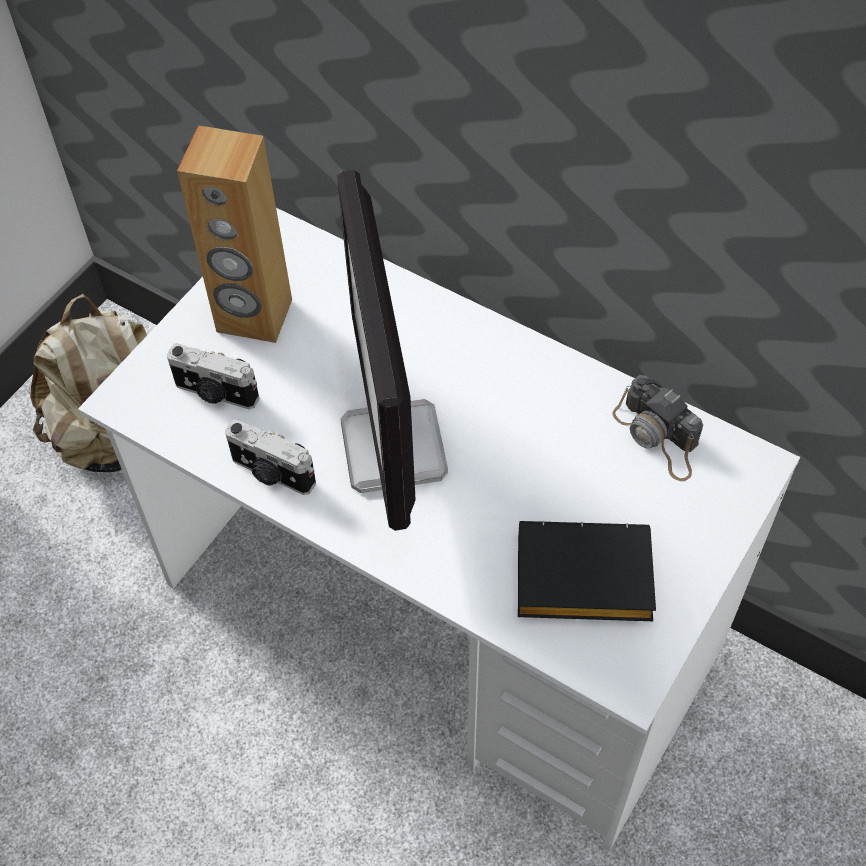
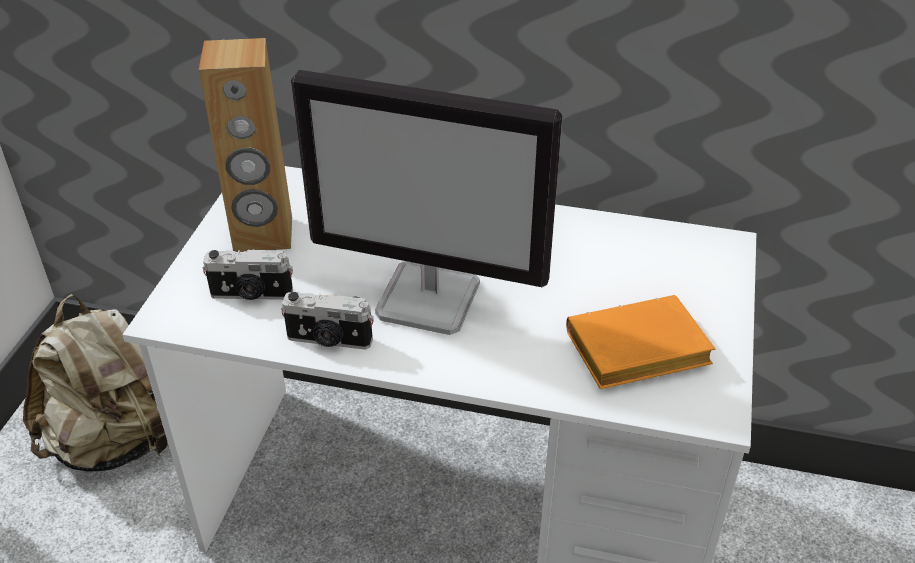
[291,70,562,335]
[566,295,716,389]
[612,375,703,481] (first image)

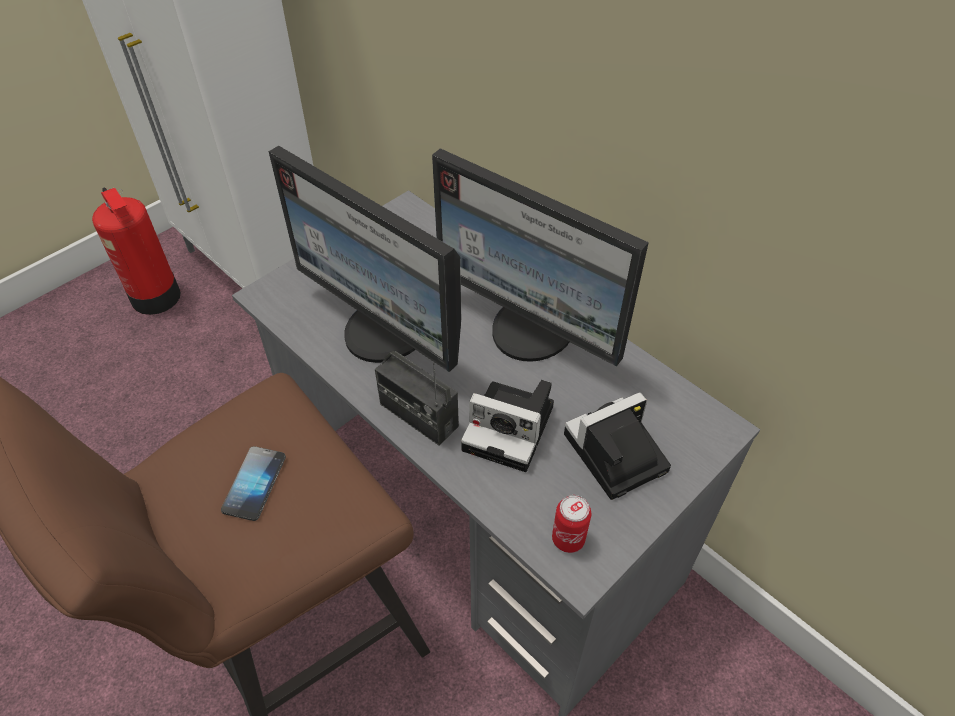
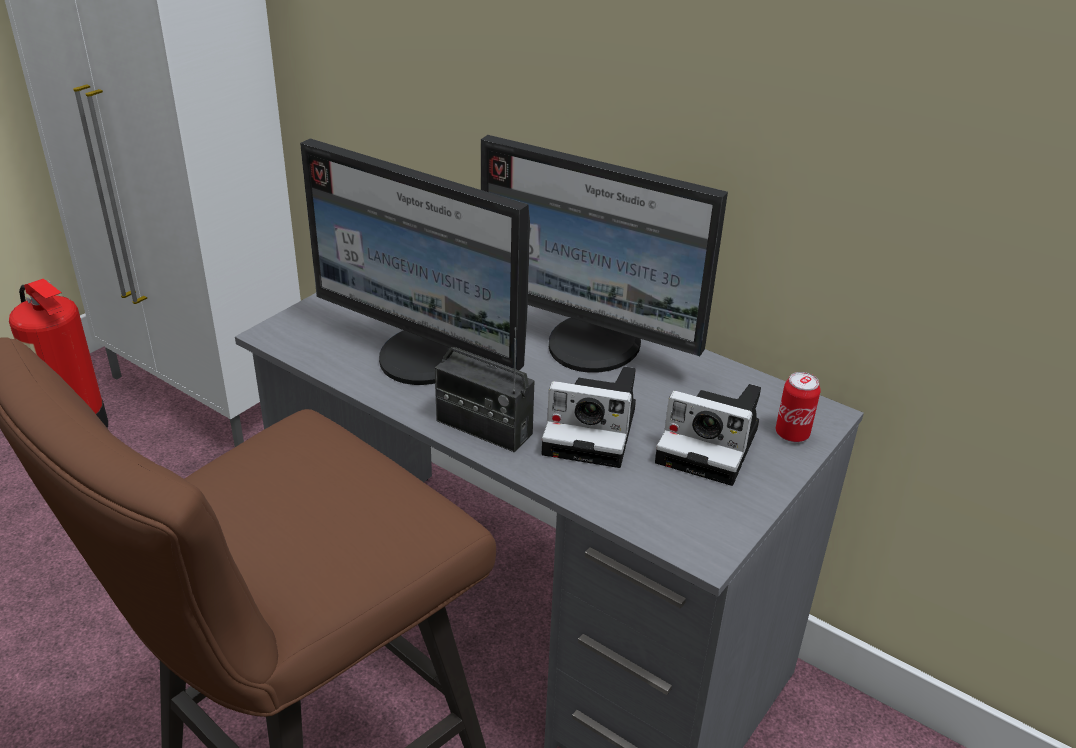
[221,446,286,521] (first image)
[775,372,820,442]
[655,384,761,486]

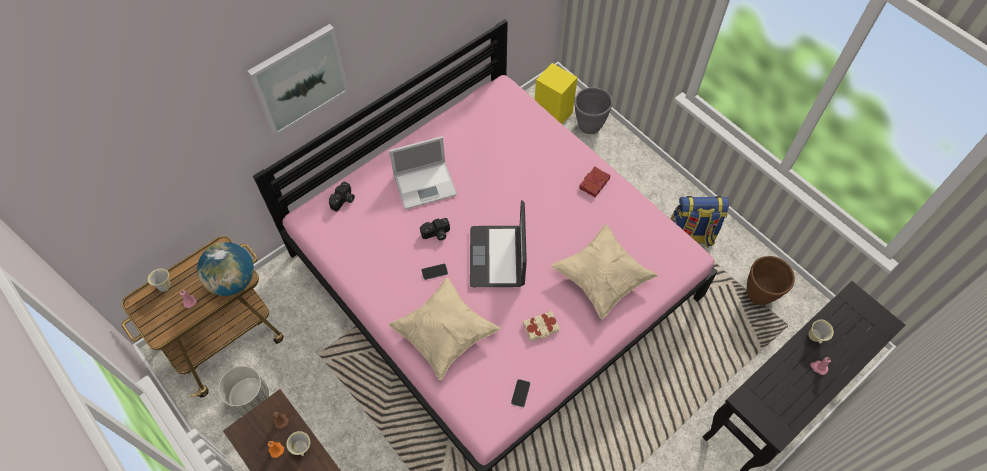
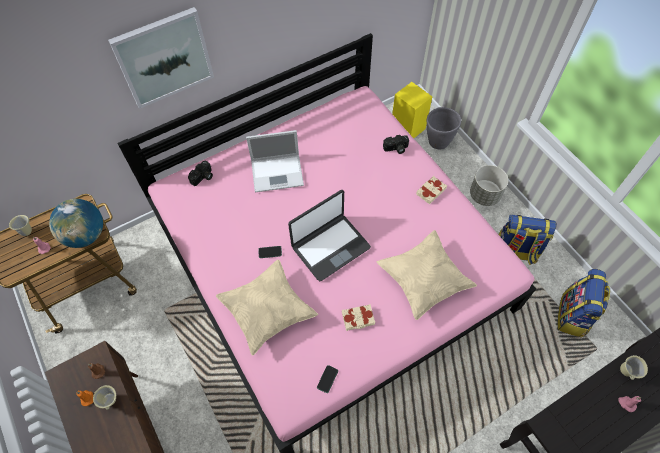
[470,165,508,206]
[383,135,409,154]
[288,190,371,281]
[416,176,447,204]
[558,269,610,337]

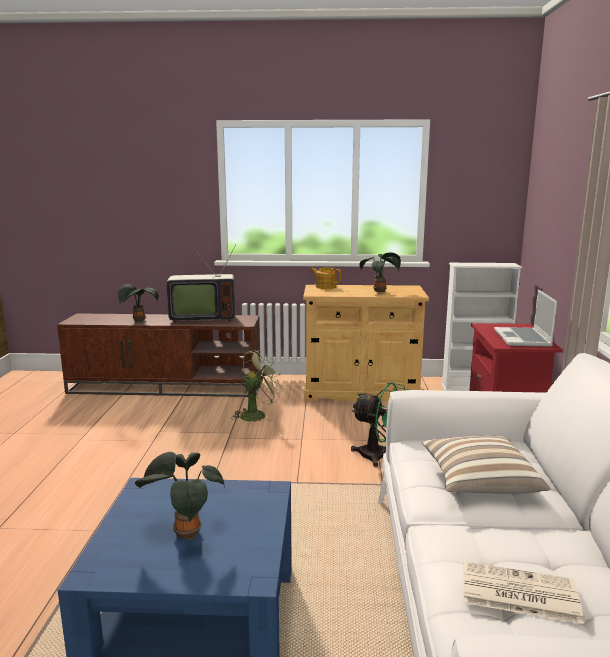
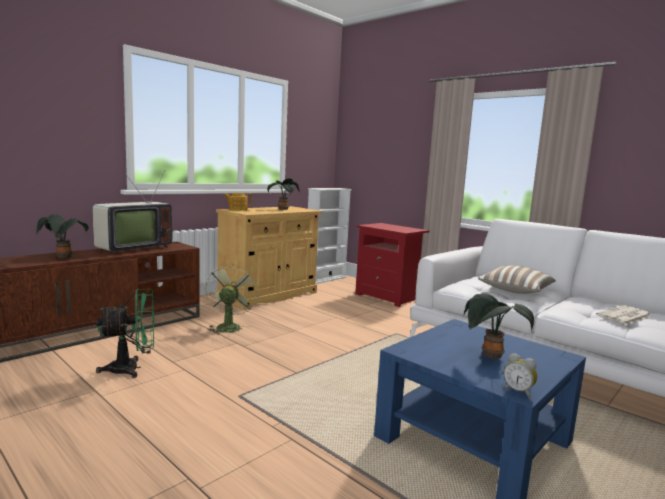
[96,289,154,378]
[494,289,557,347] (first image)
[504,353,537,398]

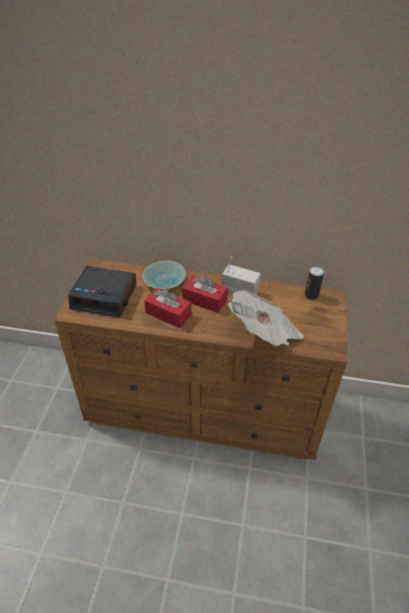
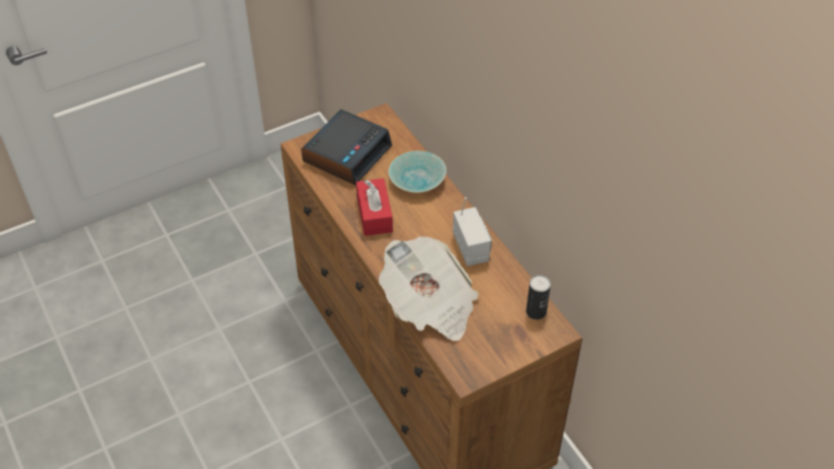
[301,109,392,185]
[182,275,228,313] (first image)

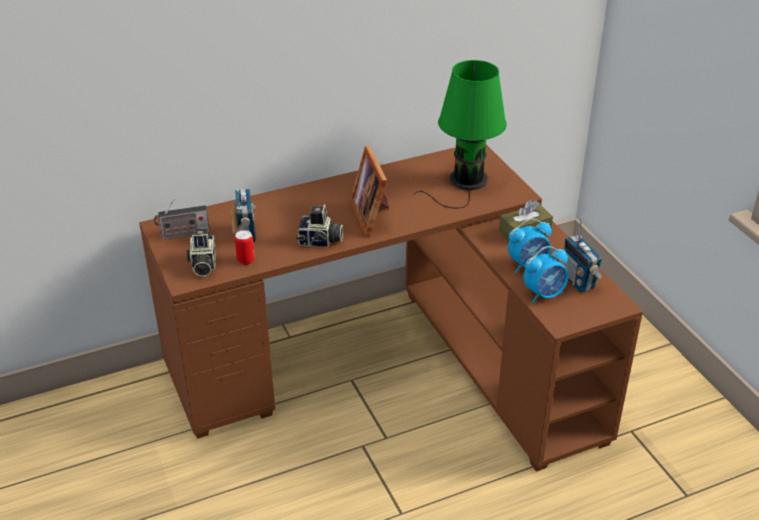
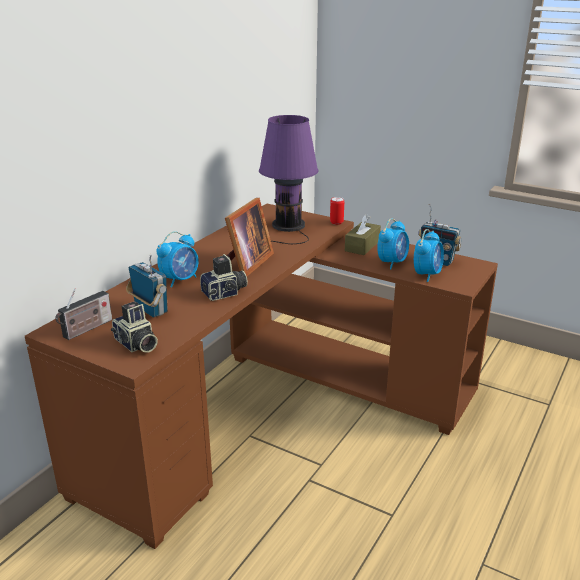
[330,197,344,225]
[225,198,274,276]
[259,115,319,244]
[157,231,199,287]

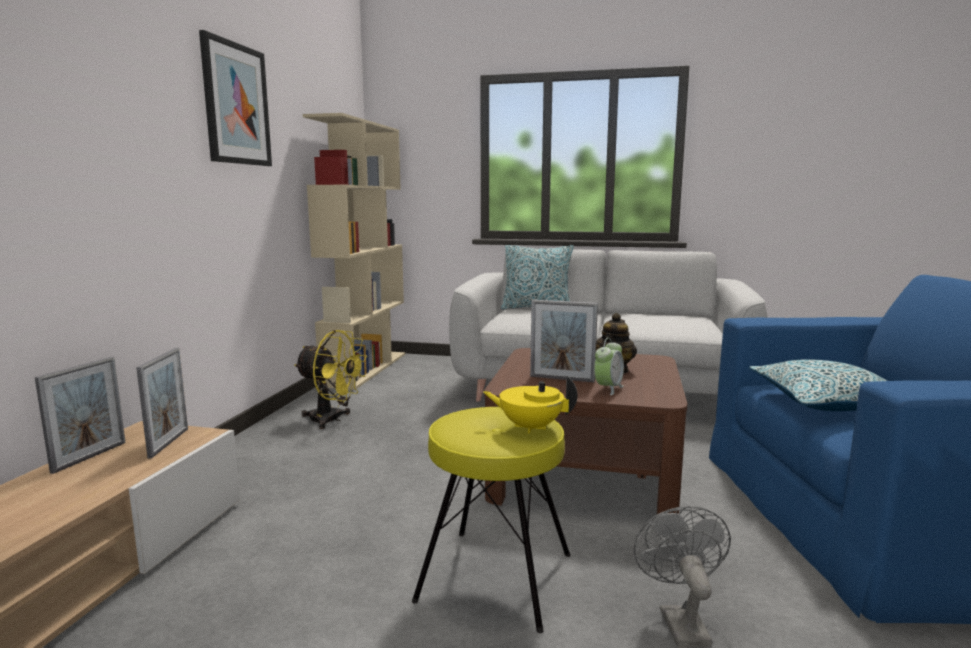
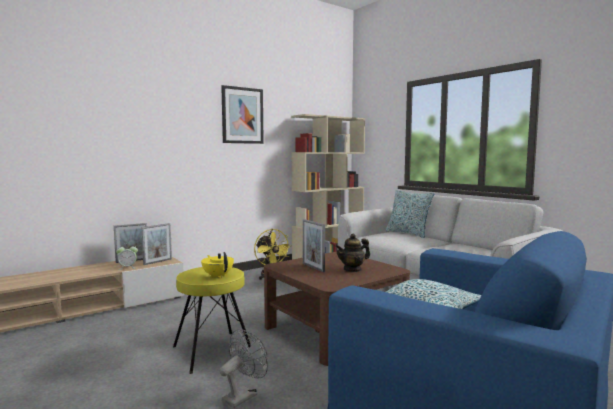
[116,244,138,270]

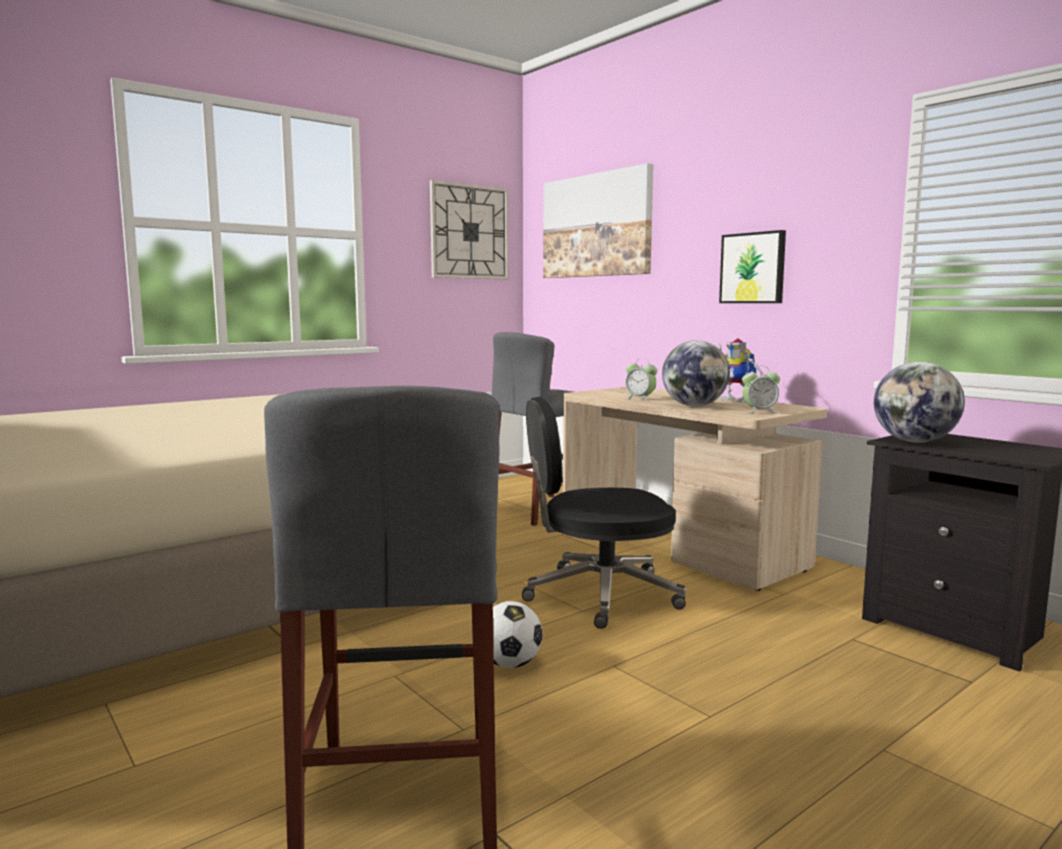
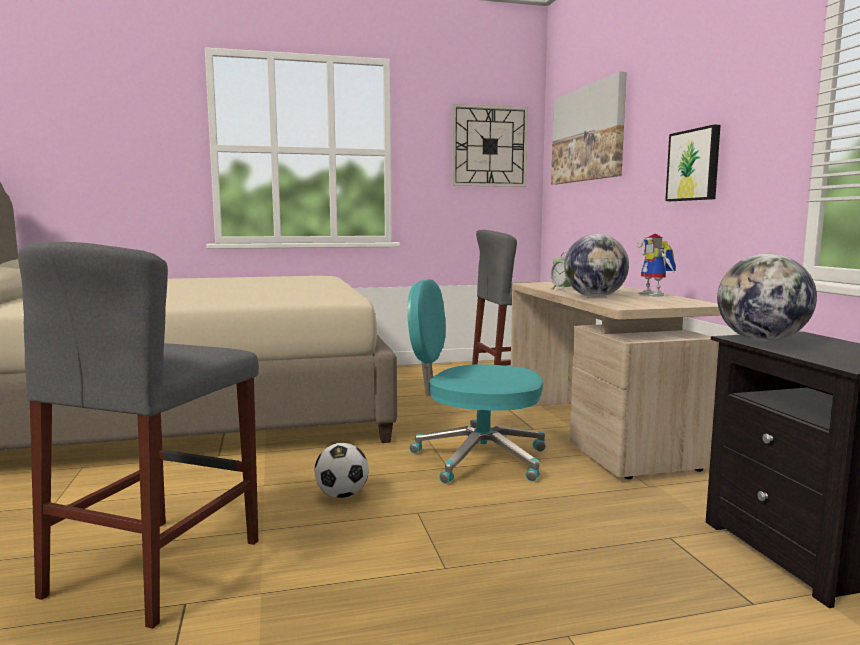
[407,279,545,484]
[742,366,780,414] (first image)

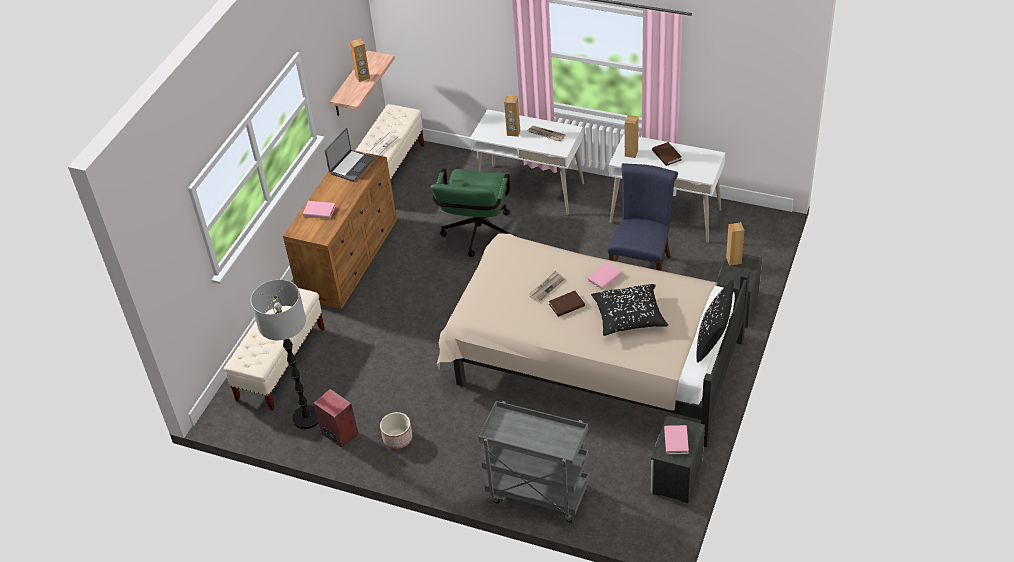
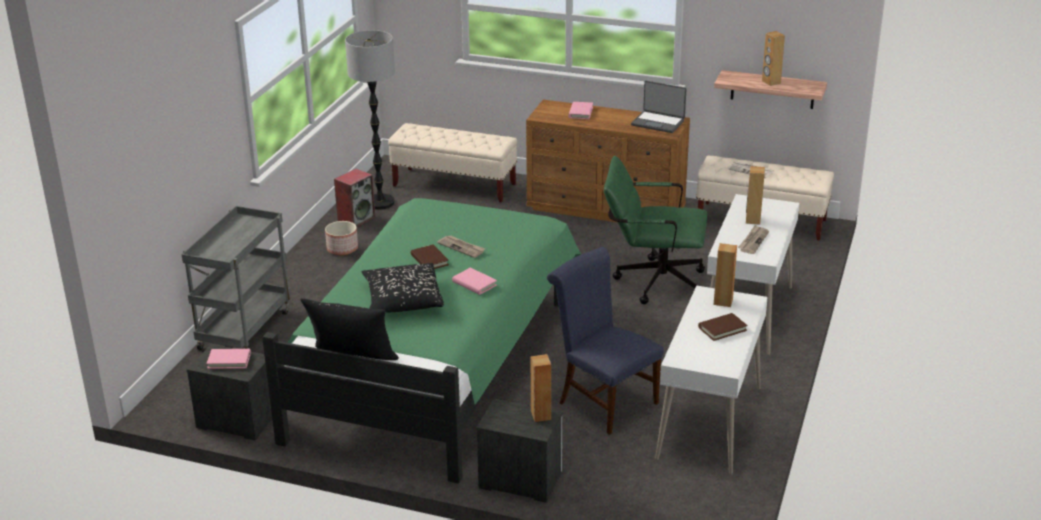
[262,198,581,484]
[547,247,664,435]

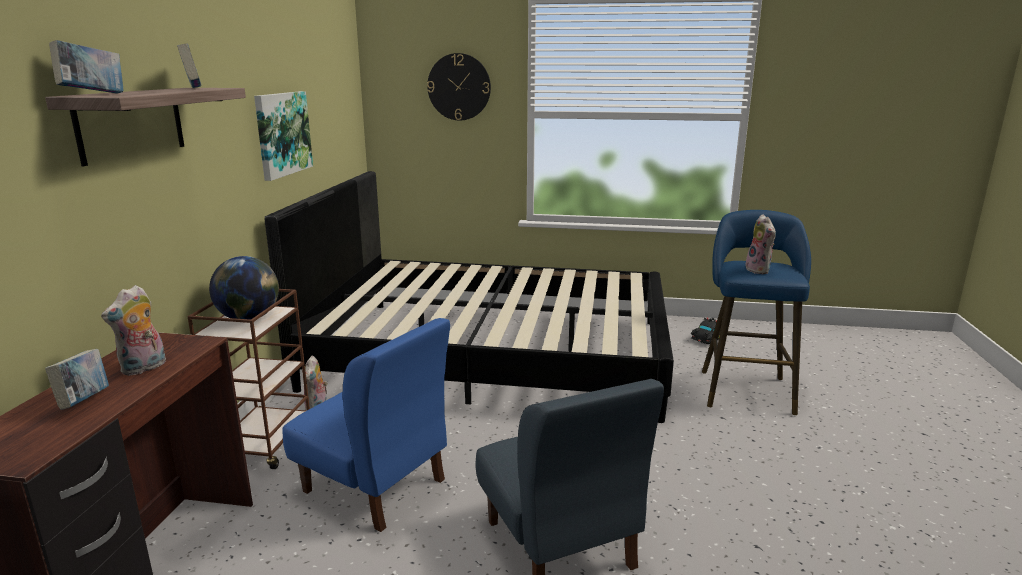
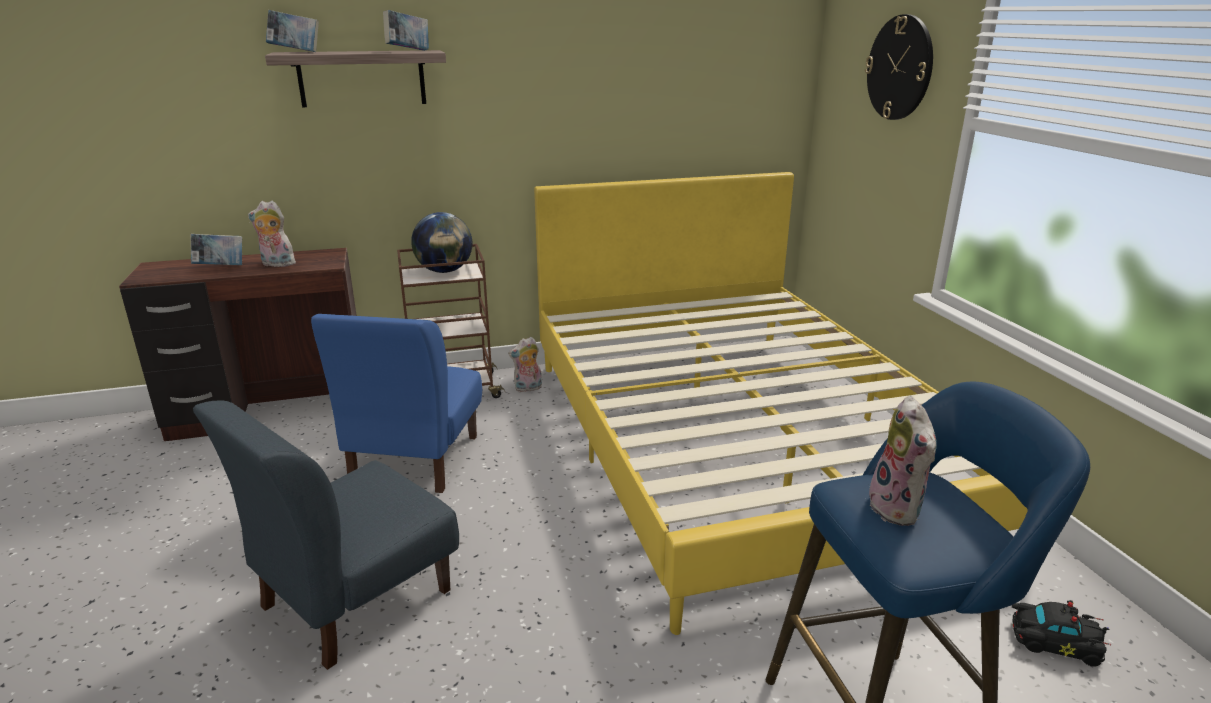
[254,91,313,181] (first image)
[534,172,1028,635]
[867,396,937,526]

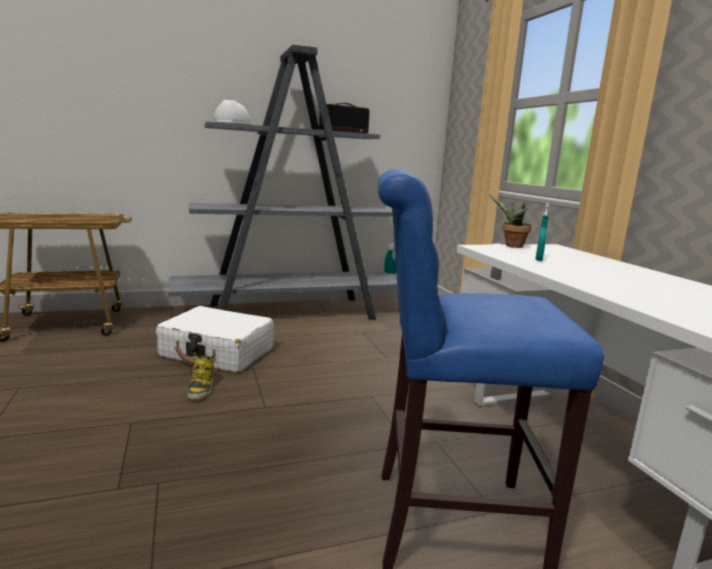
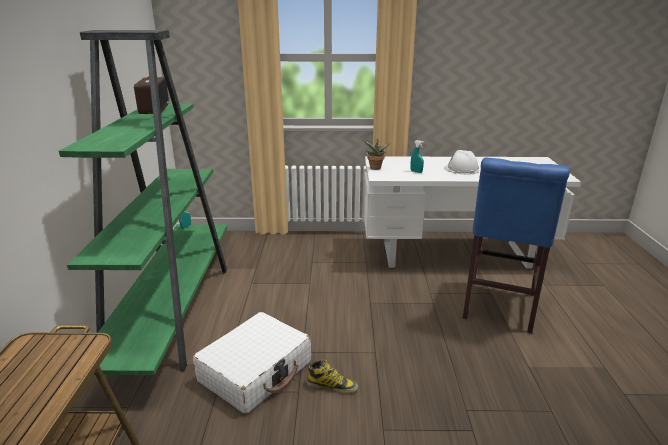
[59,30,227,375]
[444,150,479,174]

